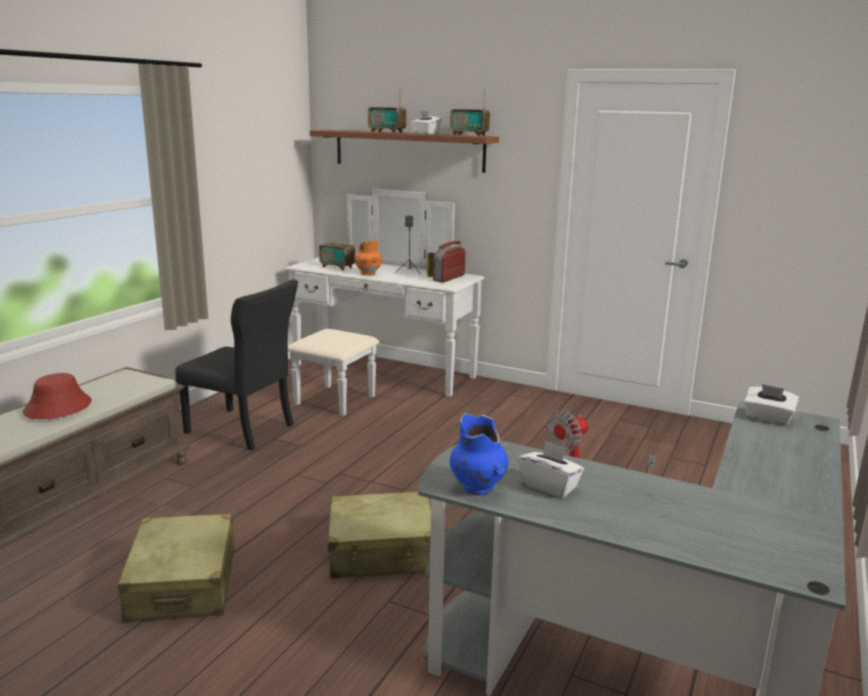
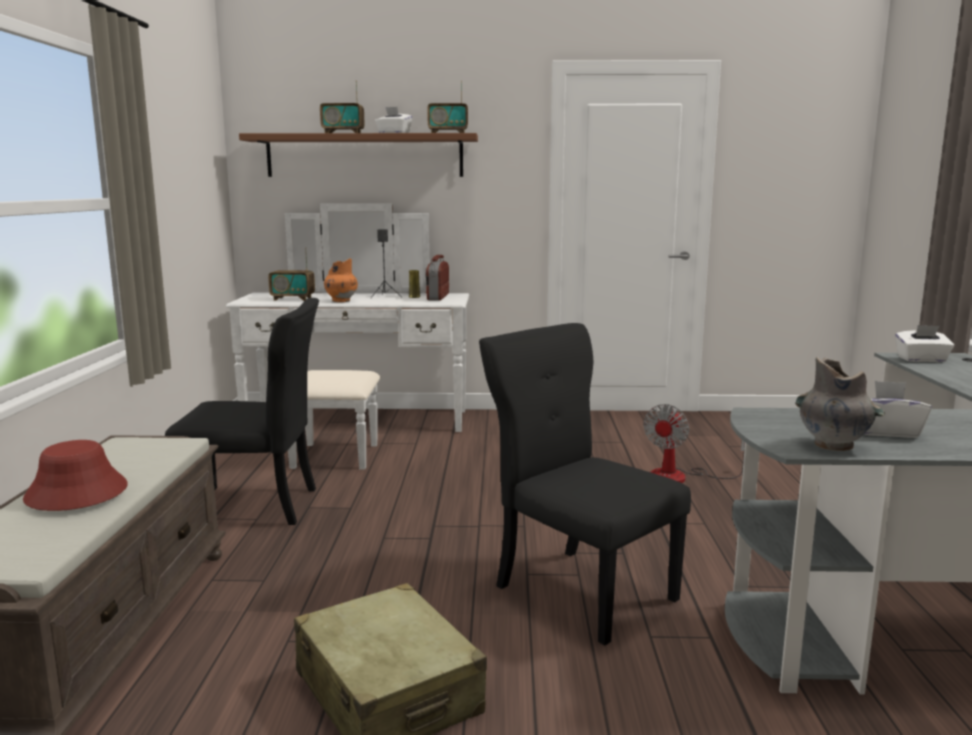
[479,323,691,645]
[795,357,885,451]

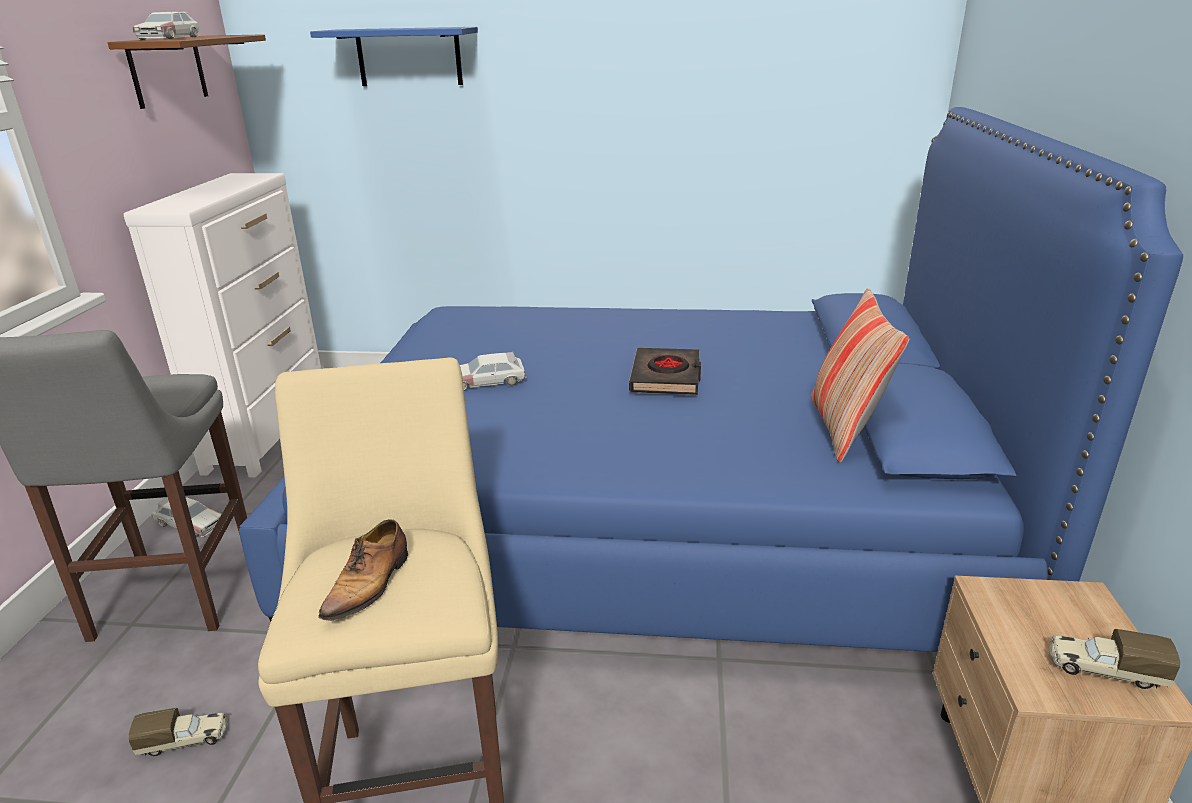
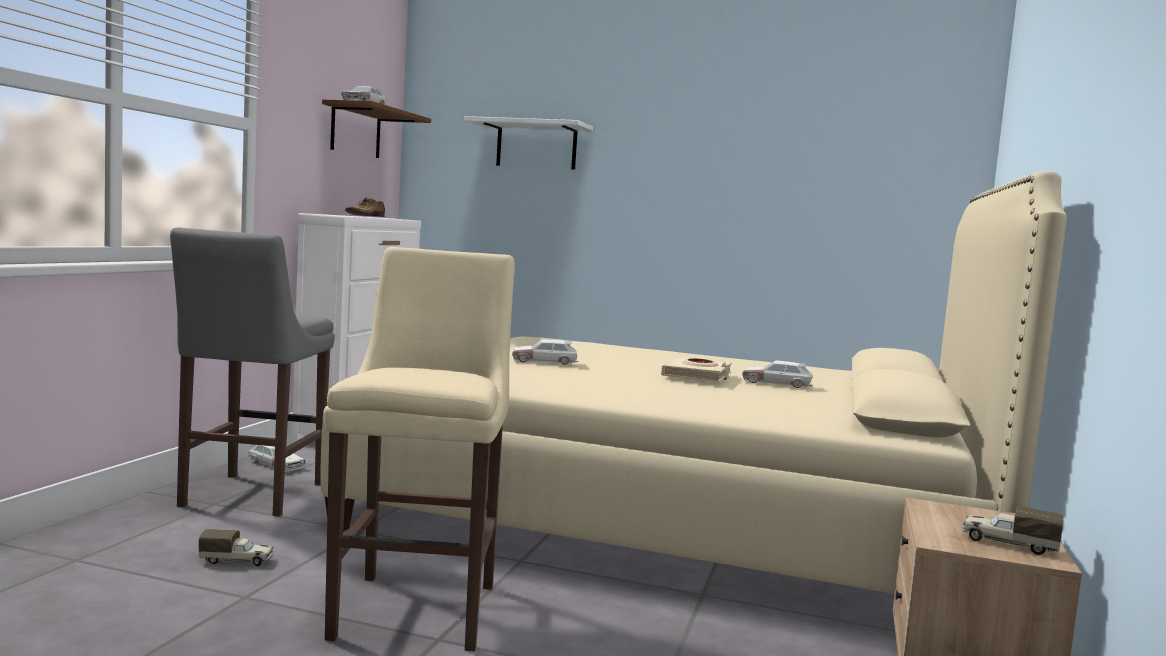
[320,171,1067,594]
[465,116,593,170]
[345,197,385,217]
[661,357,732,383]
[810,288,909,463] (first image)
[742,361,813,388]

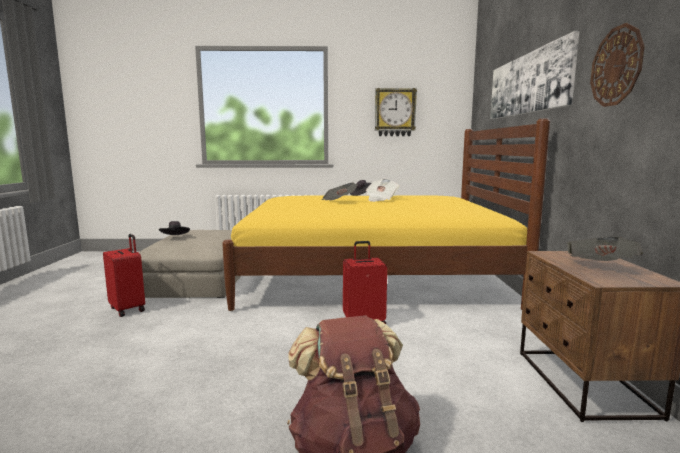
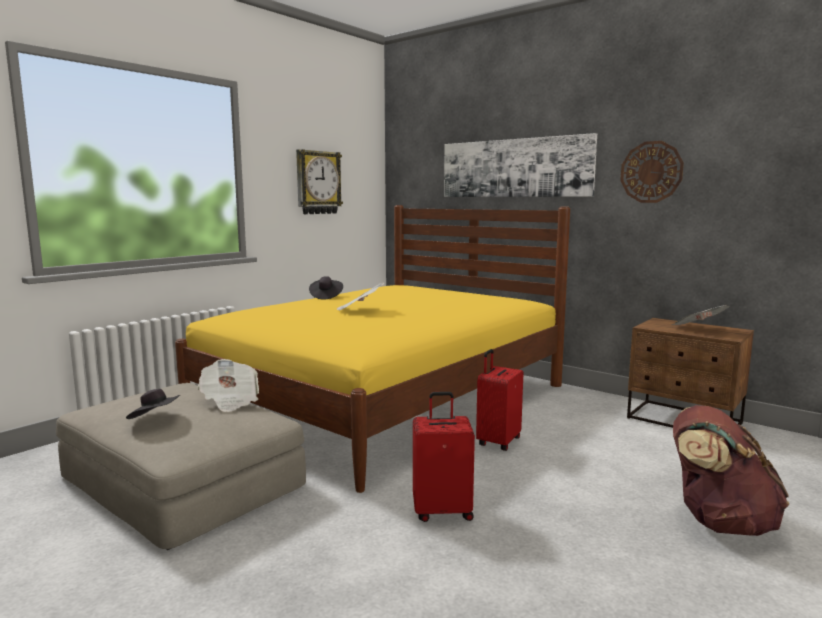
[413,392,475,522]
[198,359,259,412]

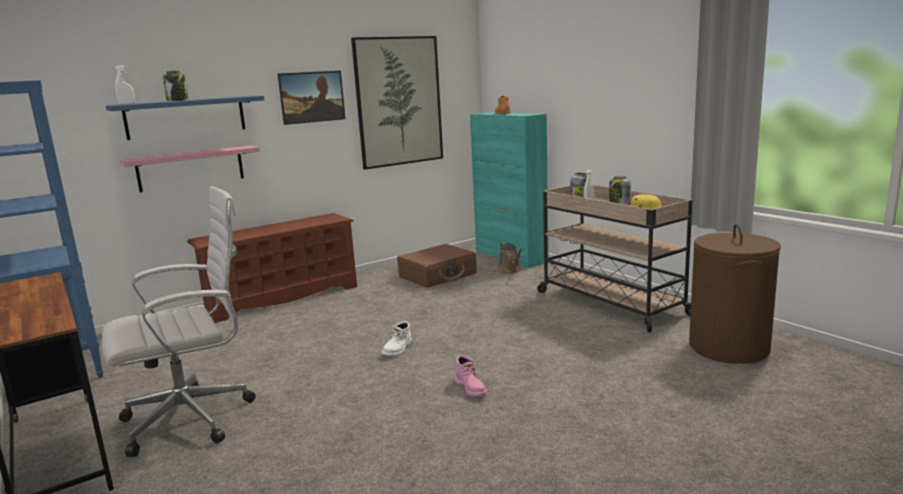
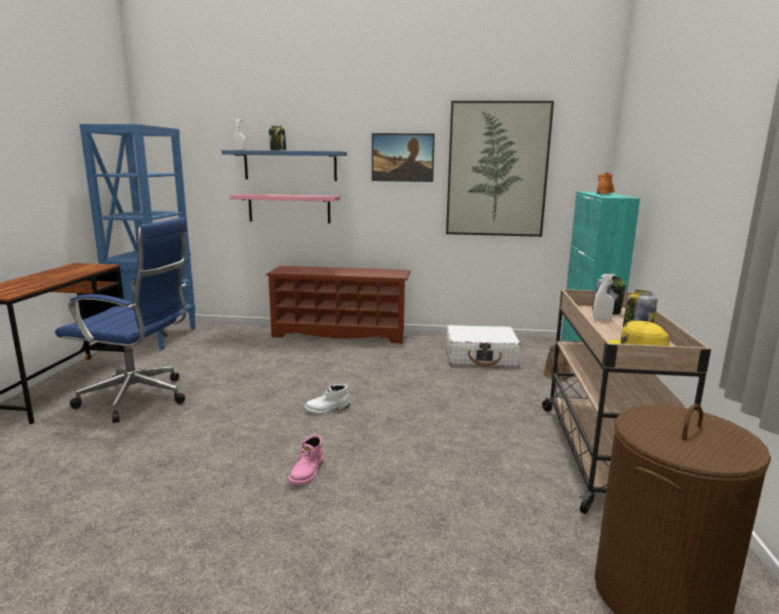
[55,217,188,423]
[447,325,521,367]

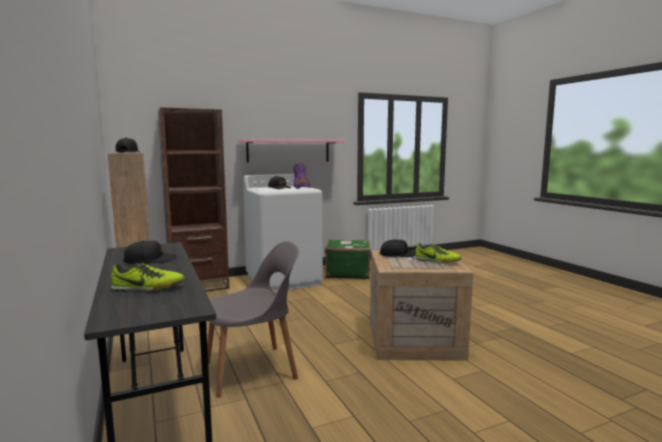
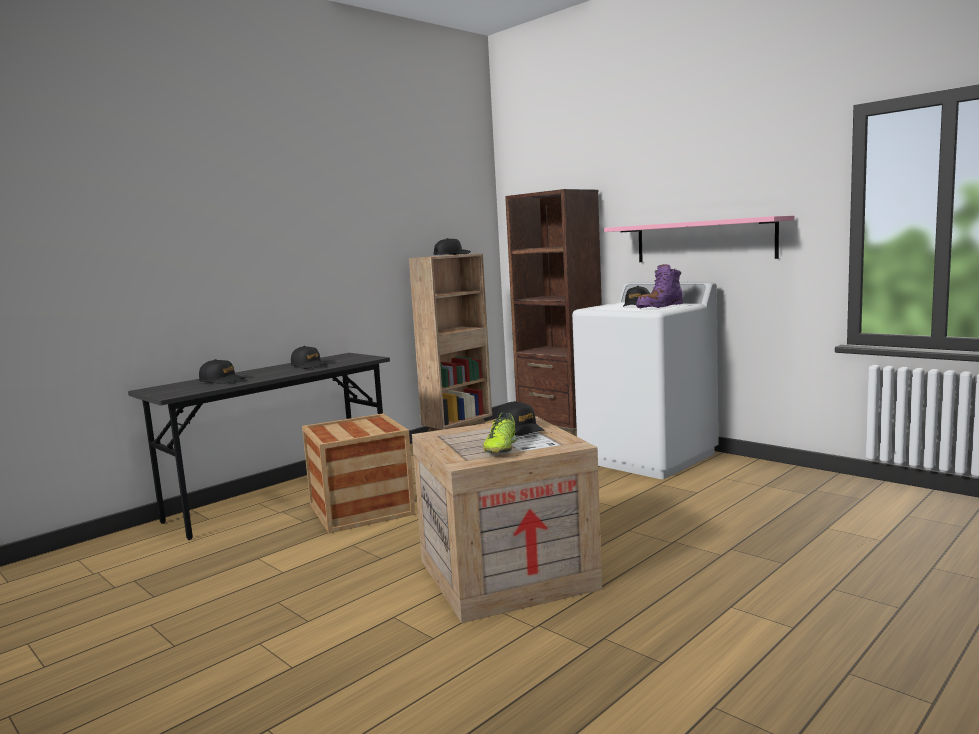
[199,359,245,384]
[302,413,416,533]
[325,239,371,279] (first image)

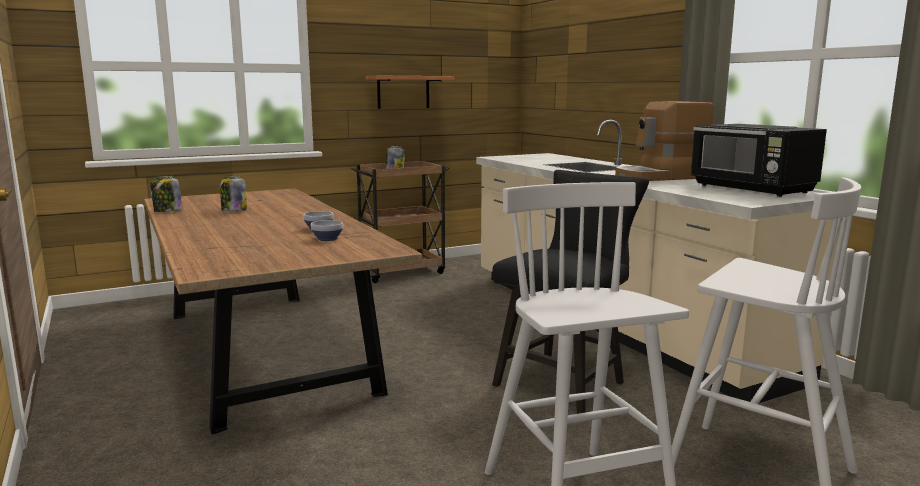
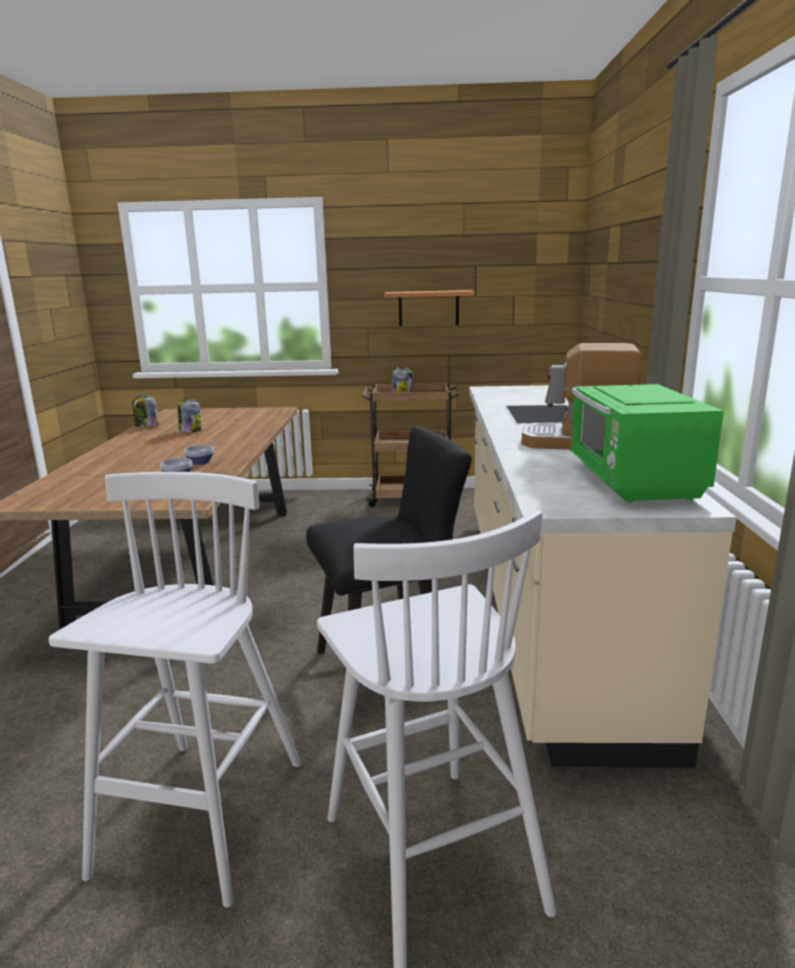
[570,384,724,503]

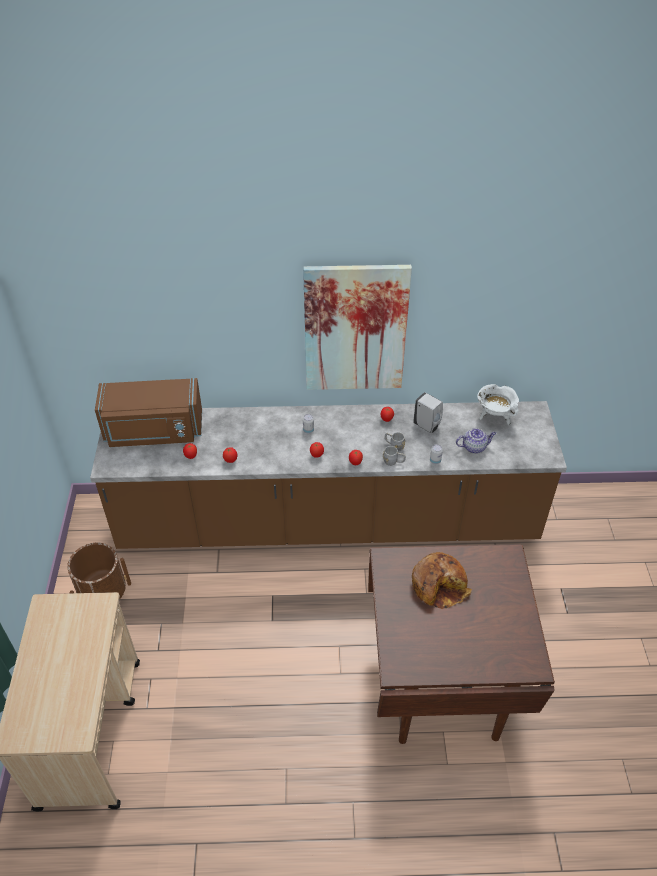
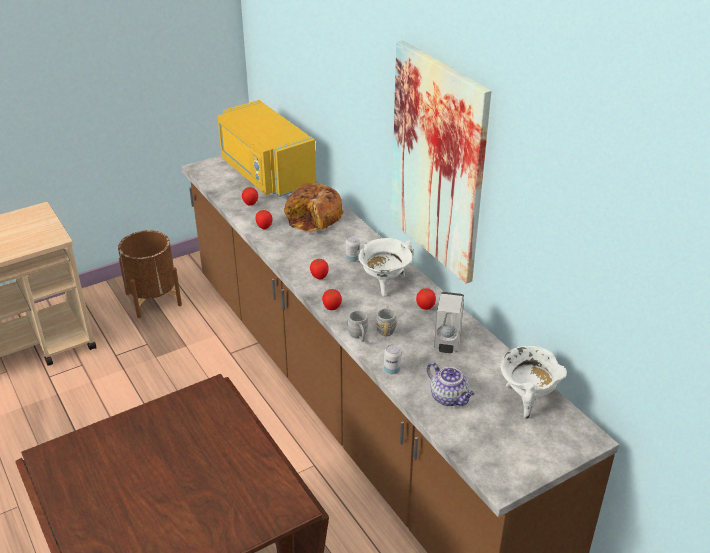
[218,100,316,197]
[284,183,344,232]
[358,238,414,297]

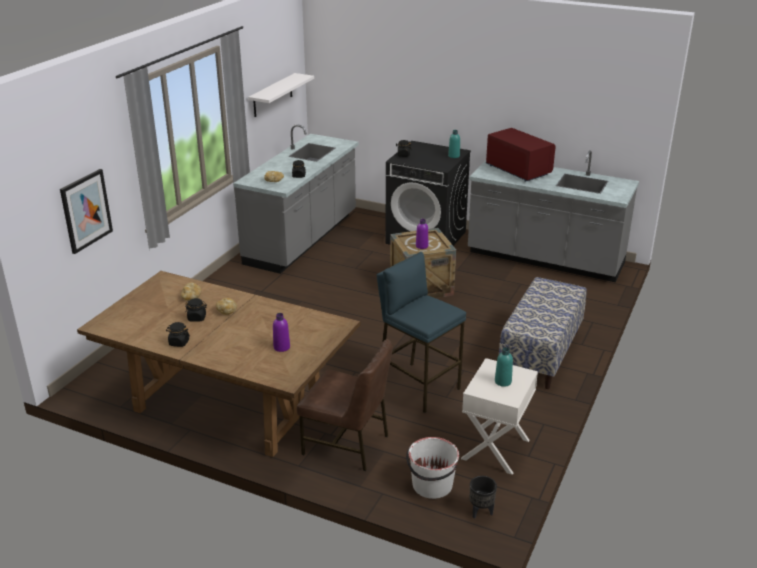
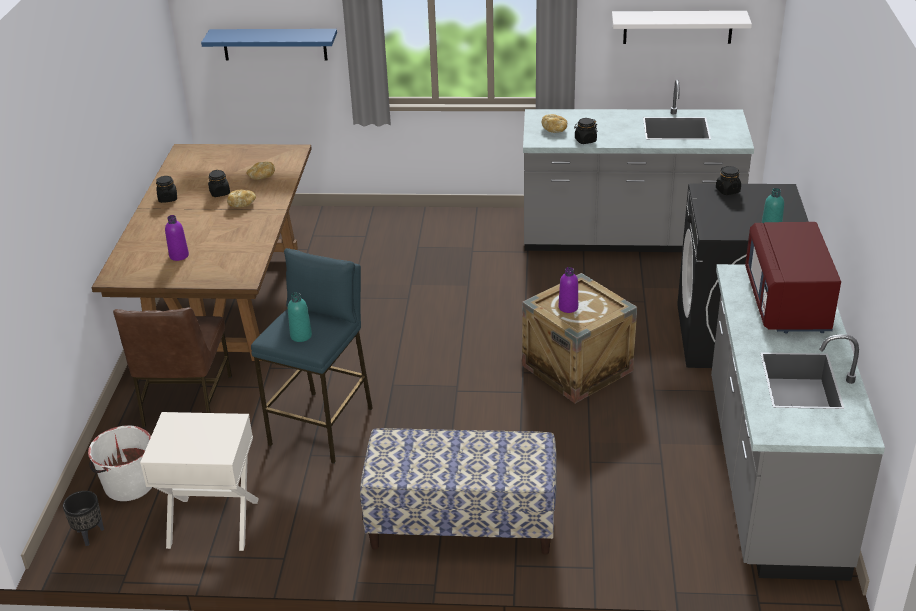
[201,29,337,61]
[745,222,841,334]
[288,292,312,342]

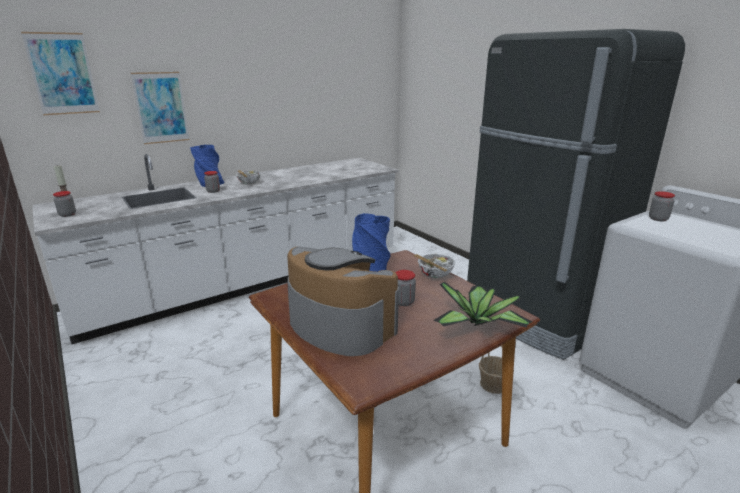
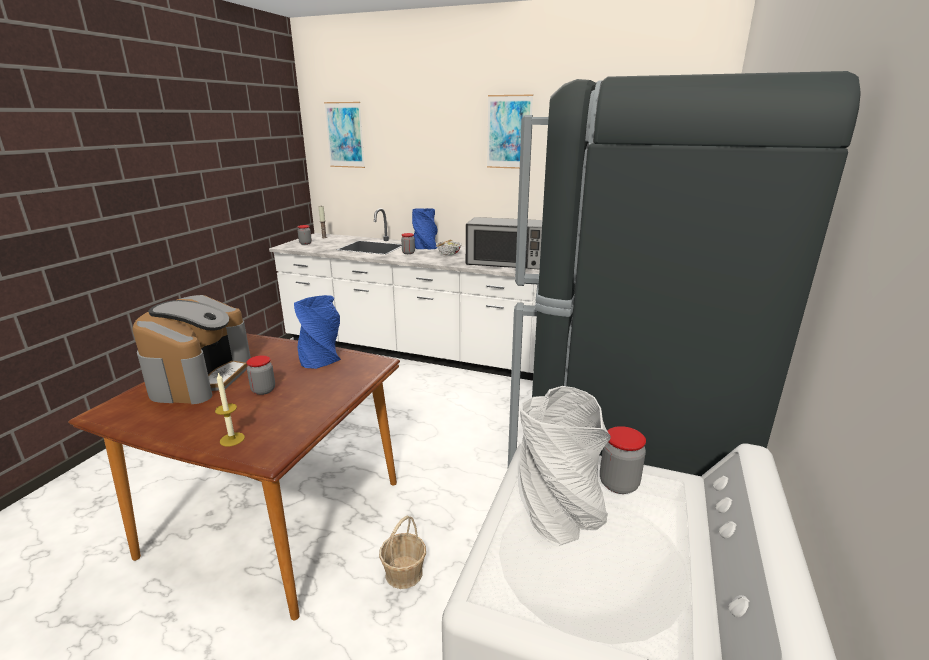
[487,95,533,169]
[413,254,455,278] (first image)
[215,373,245,446]
[466,217,542,270]
[519,386,611,546]

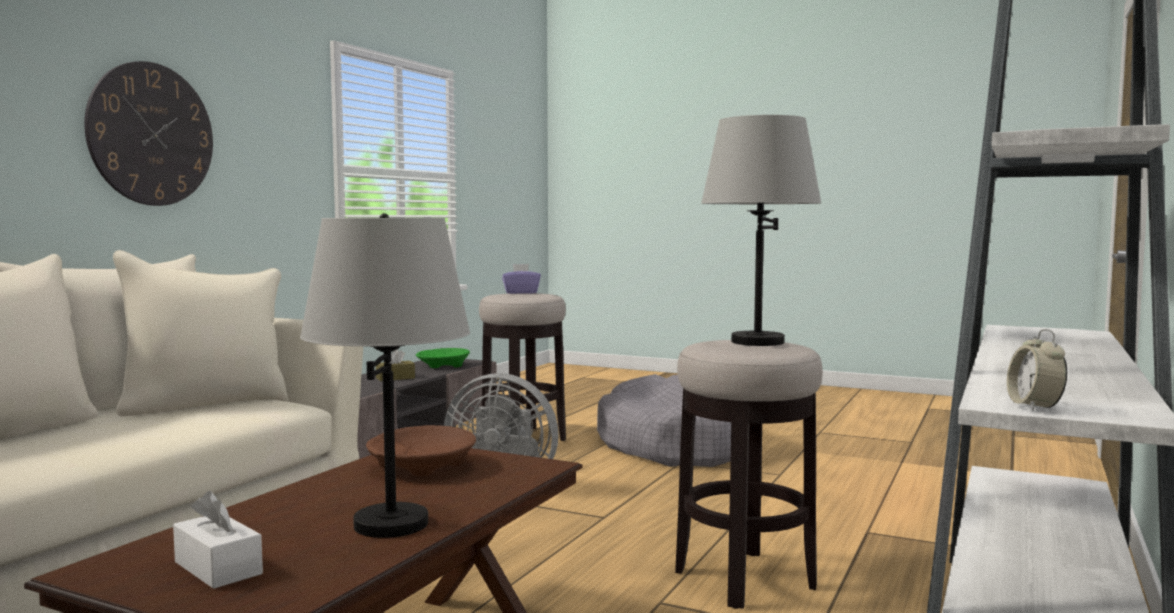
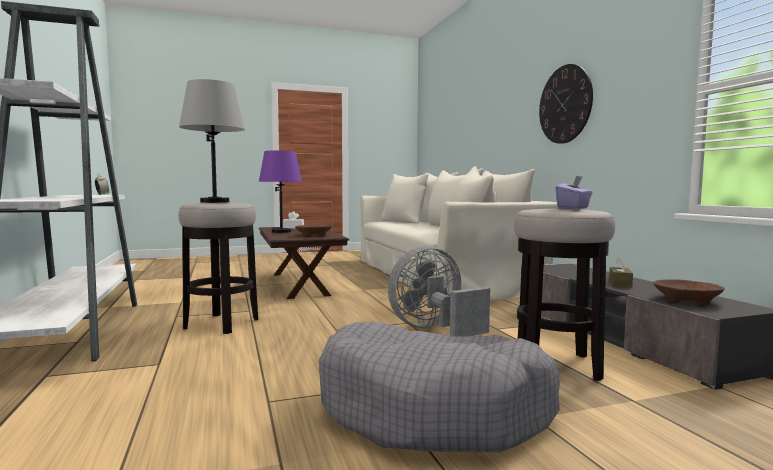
[259,150,302,233]
[653,279,725,305]

